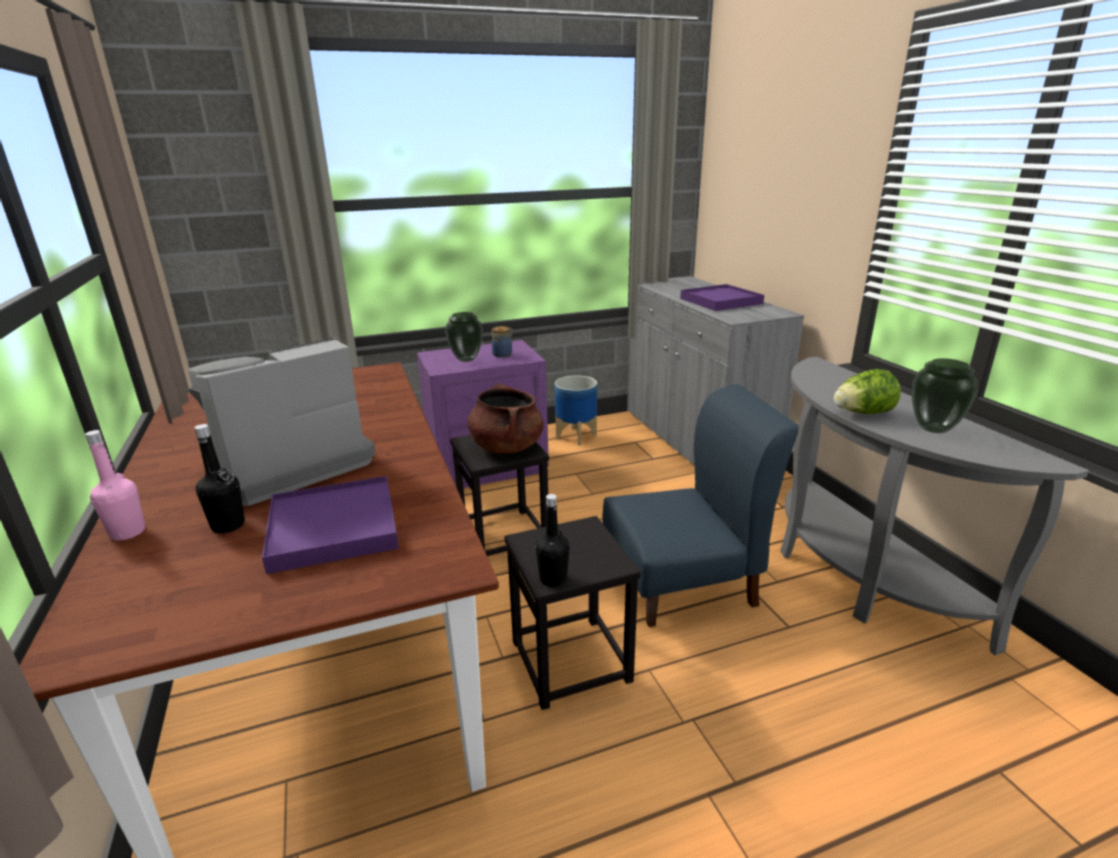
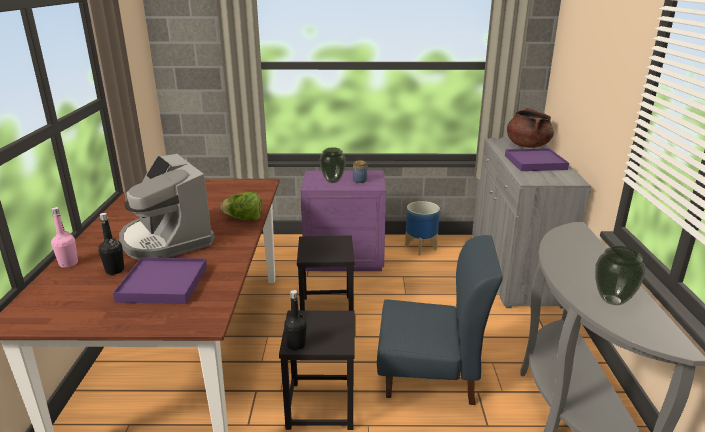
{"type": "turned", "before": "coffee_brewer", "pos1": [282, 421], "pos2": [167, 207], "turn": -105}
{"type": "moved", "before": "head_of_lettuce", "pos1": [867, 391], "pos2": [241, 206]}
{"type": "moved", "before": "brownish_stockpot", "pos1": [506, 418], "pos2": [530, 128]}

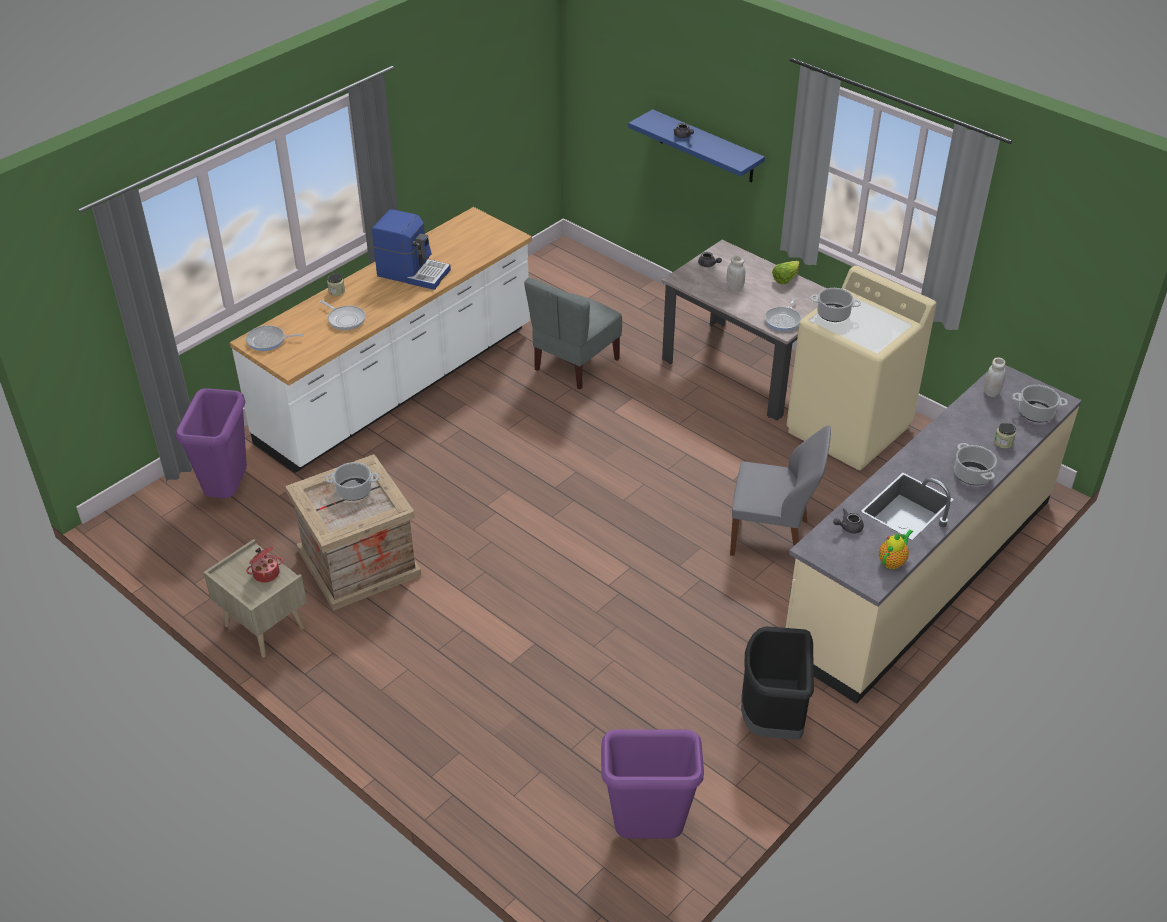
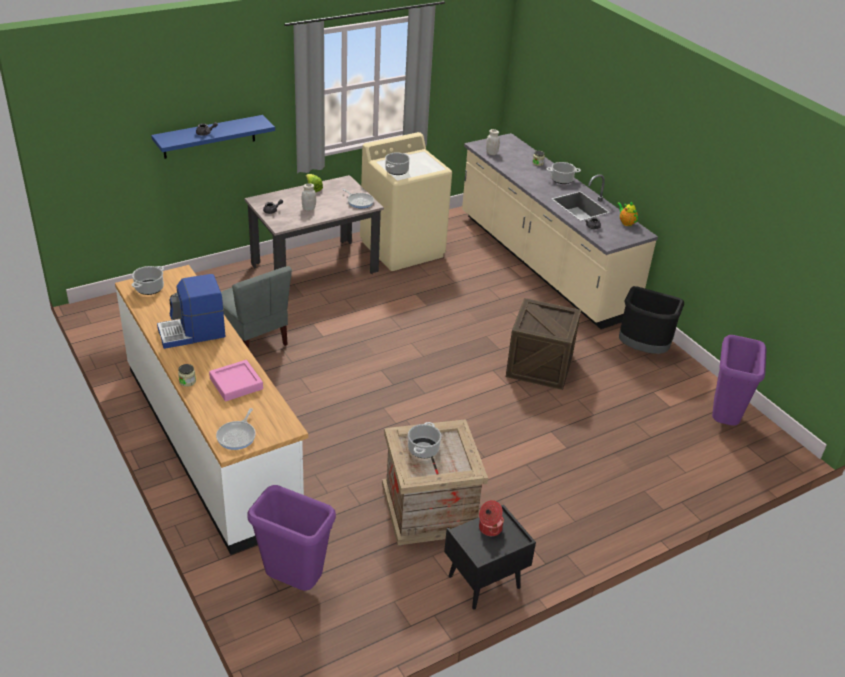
{"type": "moved", "before": "stockpot", "pos1": [1040, 403], "pos2": [148, 280]}
{"type": "turned", "before": "coffee_brewer", "pos1": [411, 249], "pos2": [191, 311], "turn": -150}
{"type": "replaced", "before": "pan", "after": "pinkish_carrying_tray", "pos1": [342, 315], "pos2": [236, 380]}
{"type": "recoloured", "before": "sand-coloured_nightstand", "after": "black_nightstand", "pos1": [255, 598], "pos2": [490, 557]}
{"type": "added", "after": "packing_crate", "pos2": [543, 344]}
{"type": "removed", "before": "grey_chair", "pos1": [780, 490]}

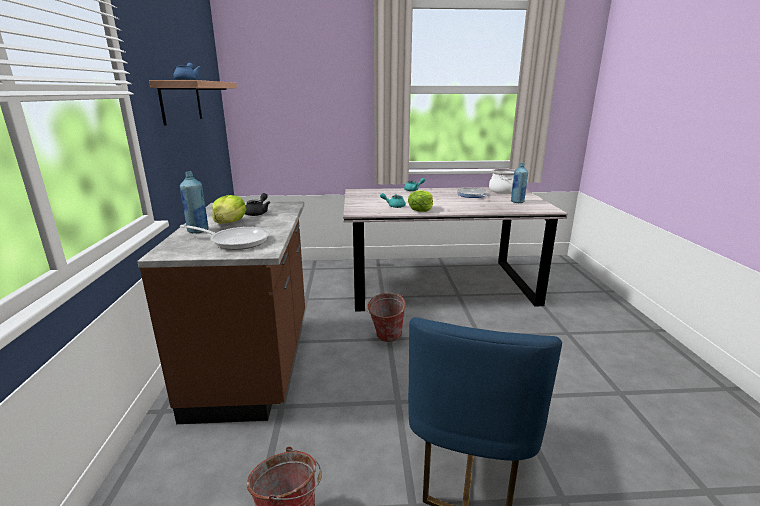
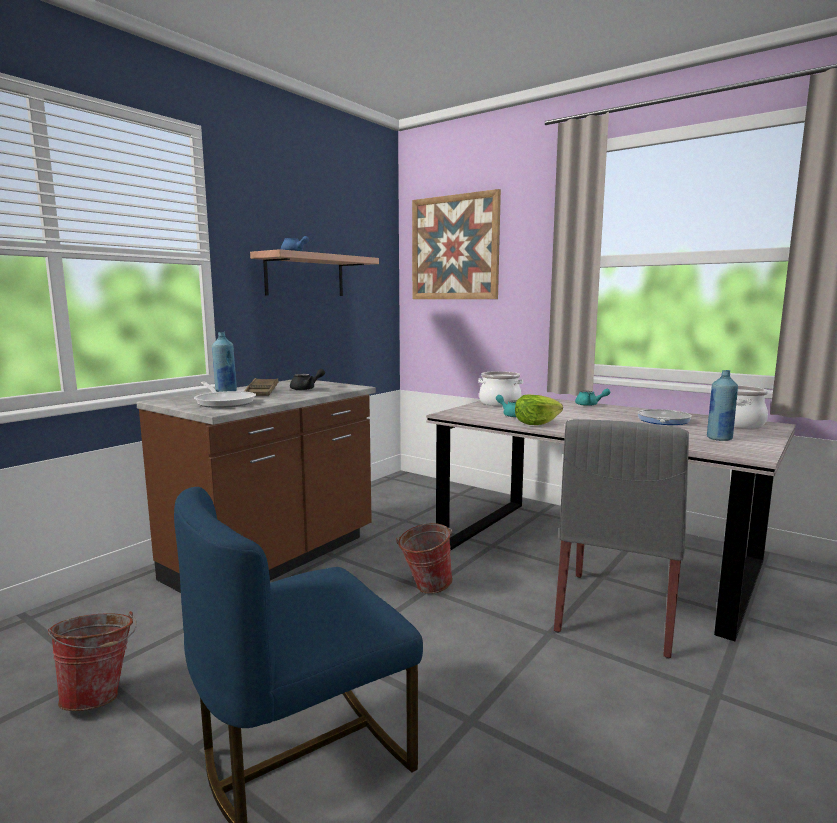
{"type": "replaced", "before": "head_of_lettuce", "after": "brownish_carrying_tray", "pos1": [229, 209], "pos2": [261, 387]}
{"type": "added", "after": "wall_picture", "pos2": [456, 244]}
{"type": "added", "after": "stockpot", "pos2": [500, 388]}
{"type": "added", "after": "grey_chair", "pos2": [621, 539]}

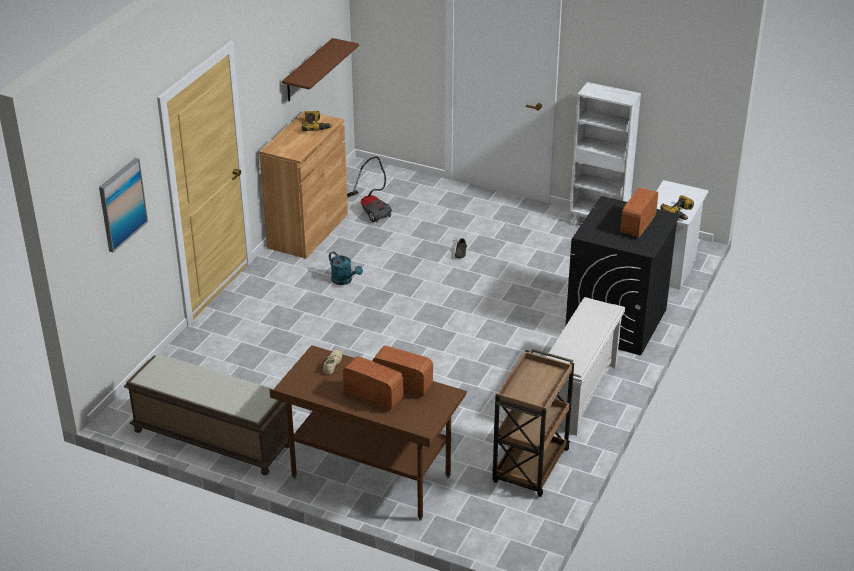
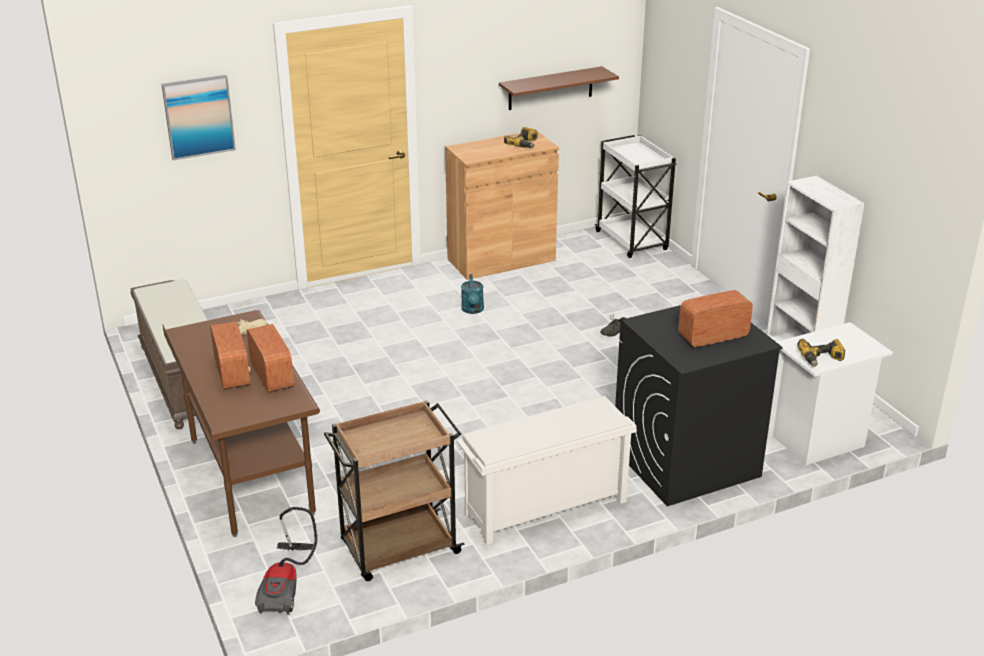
{"type": "moved", "before": "vacuum", "pos1": [369, 190], "pos2": [286, 561]}
{"type": "added", "after": "white_trolley", "pos2": [636, 196]}

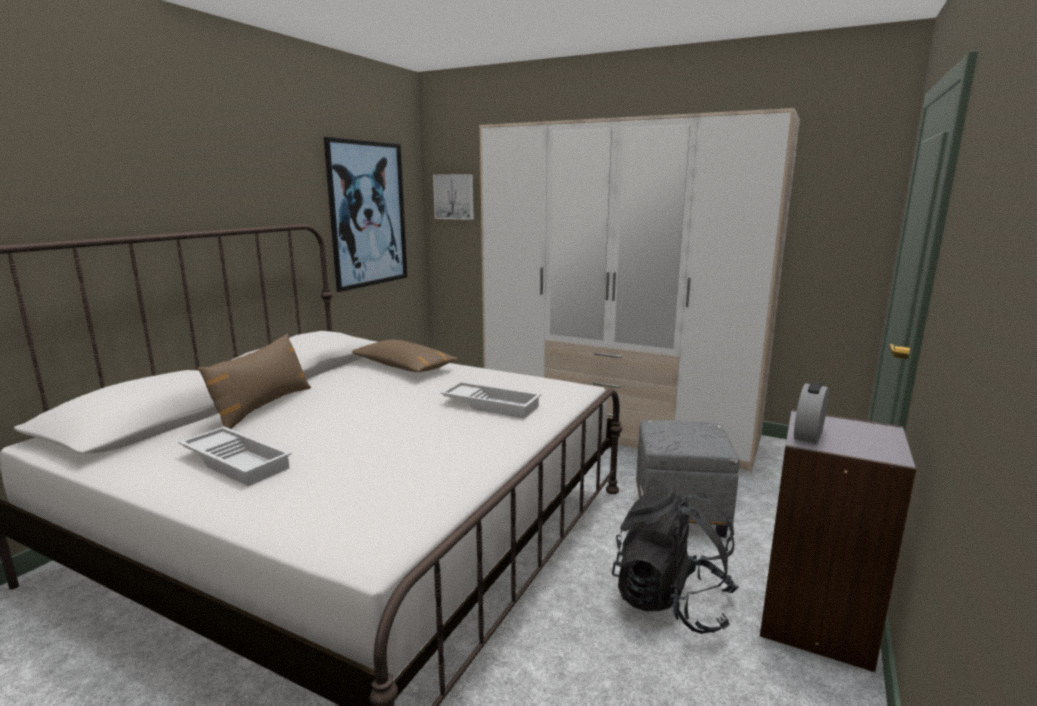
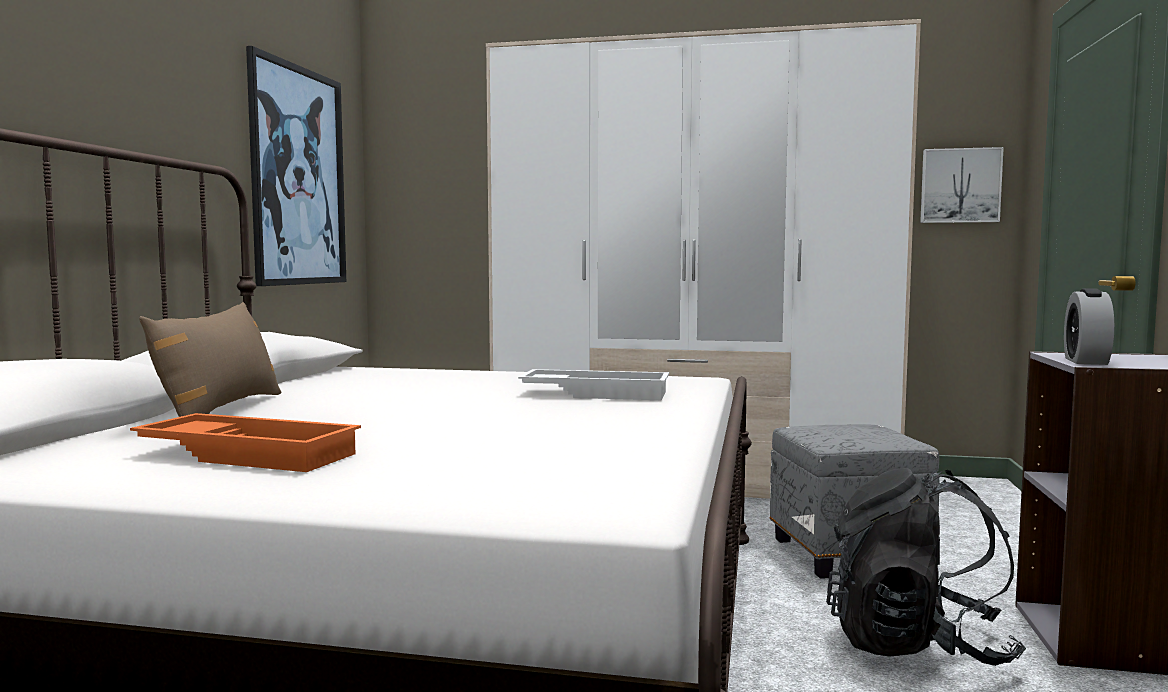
{"type": "recoloured", "before": "white_carrying_tray", "after": "orange_carrying_tray", "pos1": [235, 456], "pos2": [245, 442]}
{"type": "moved", "before": "wall_picture", "pos1": [453, 197], "pos2": [962, 185]}
{"type": "removed", "before": "brownish_pillow", "pos1": [405, 356]}

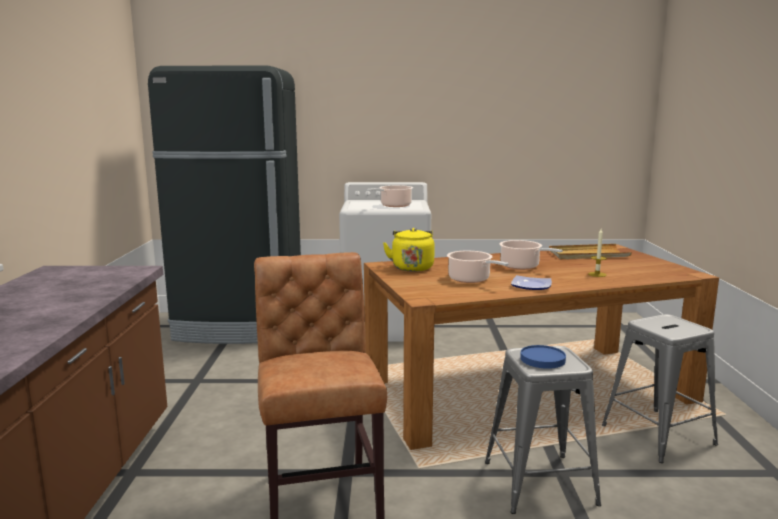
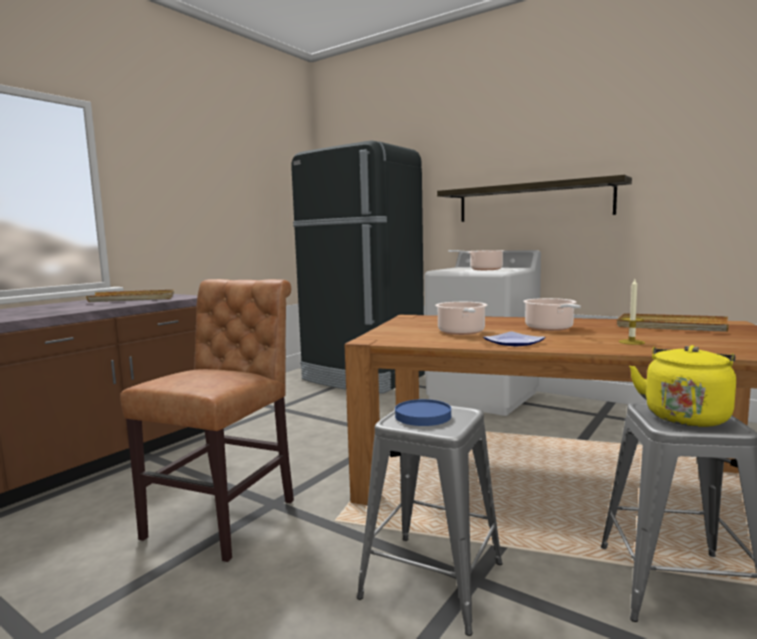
{"type": "added", "after": "sand-coloured_carrying_tray", "pos2": [130, 296]}
{"type": "added", "after": "shelf", "pos2": [534, 198]}
{"type": "moved", "before": "yellowish_water_kettle", "pos1": [409, 250], "pos2": [682, 386]}

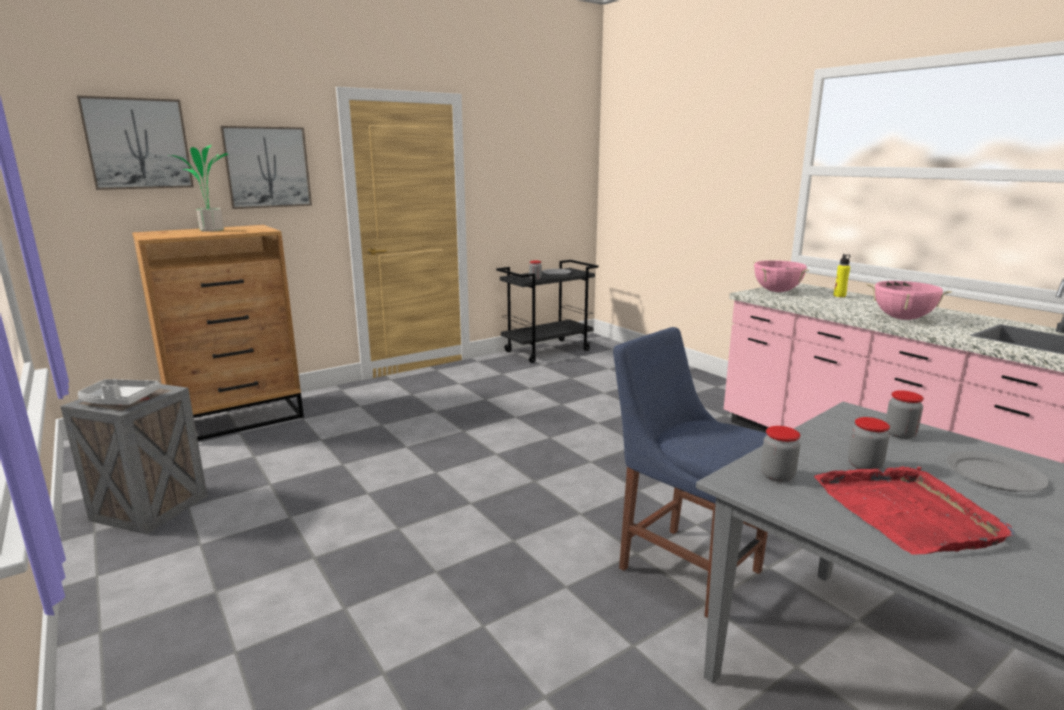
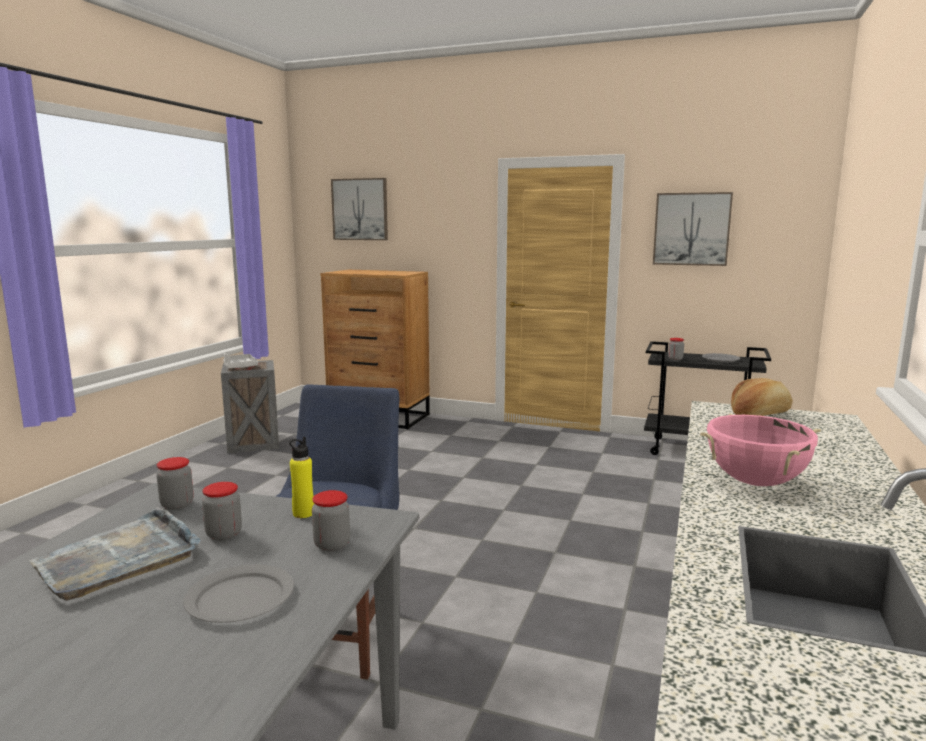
{"type": "recoloured", "before": "red-coloured_carrying_tray", "after": "grey_carrying_tray", "pos1": [914, 510], "pos2": [115, 554]}
{"type": "moved", "before": "yellowish_beverage_bottle", "pos1": [842, 275], "pos2": [301, 477]}
{"type": "moved", "before": "wall_picture", "pos1": [266, 167], "pos2": [693, 229]}
{"type": "replaced", "before": "pinkish_stockpot", "after": "bread", "pos1": [781, 276], "pos2": [762, 397]}
{"type": "removed", "before": "plant_in_a_pot", "pos1": [198, 188]}

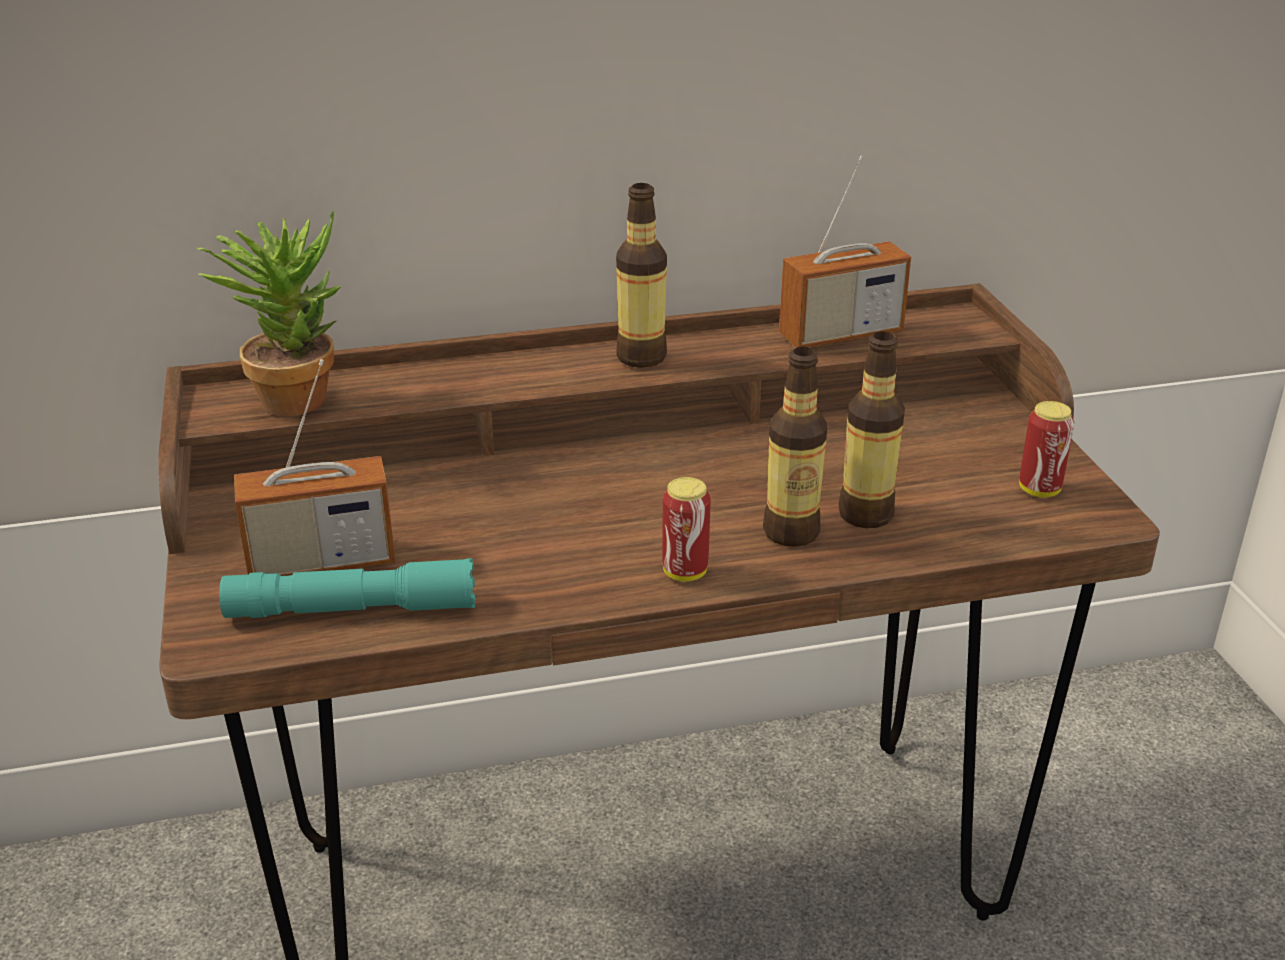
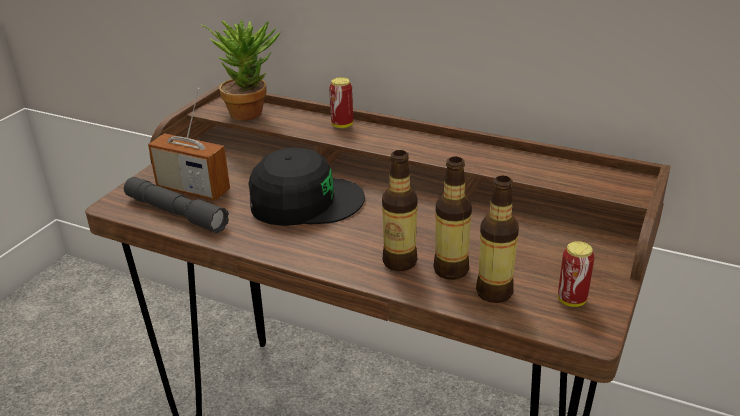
{"type": "recoloured", "before": "turquoise_hand_torch", "after": "grey_hand_torch", "pos1": [347, 588], "pos2": [176, 205]}
{"type": "added", "after": "black_cap", "pos2": [306, 187]}
{"type": "moved", "before": "sealed_can", "pos1": [686, 529], "pos2": [341, 102]}
{"type": "moved", "before": "beverage_bottle", "pos1": [641, 275], "pos2": [497, 239]}
{"type": "removed", "before": "radio_set", "pos1": [845, 252]}

